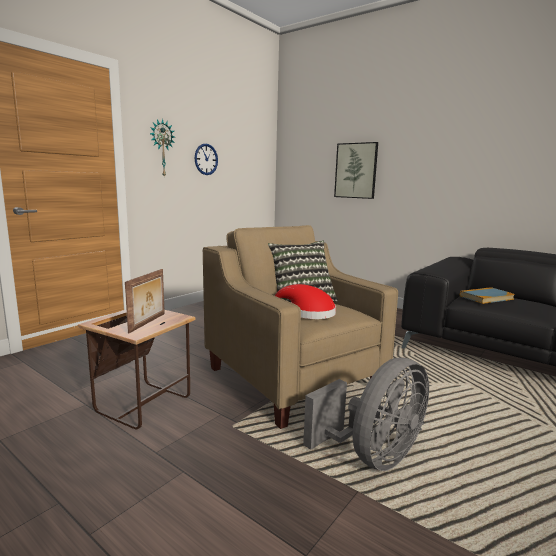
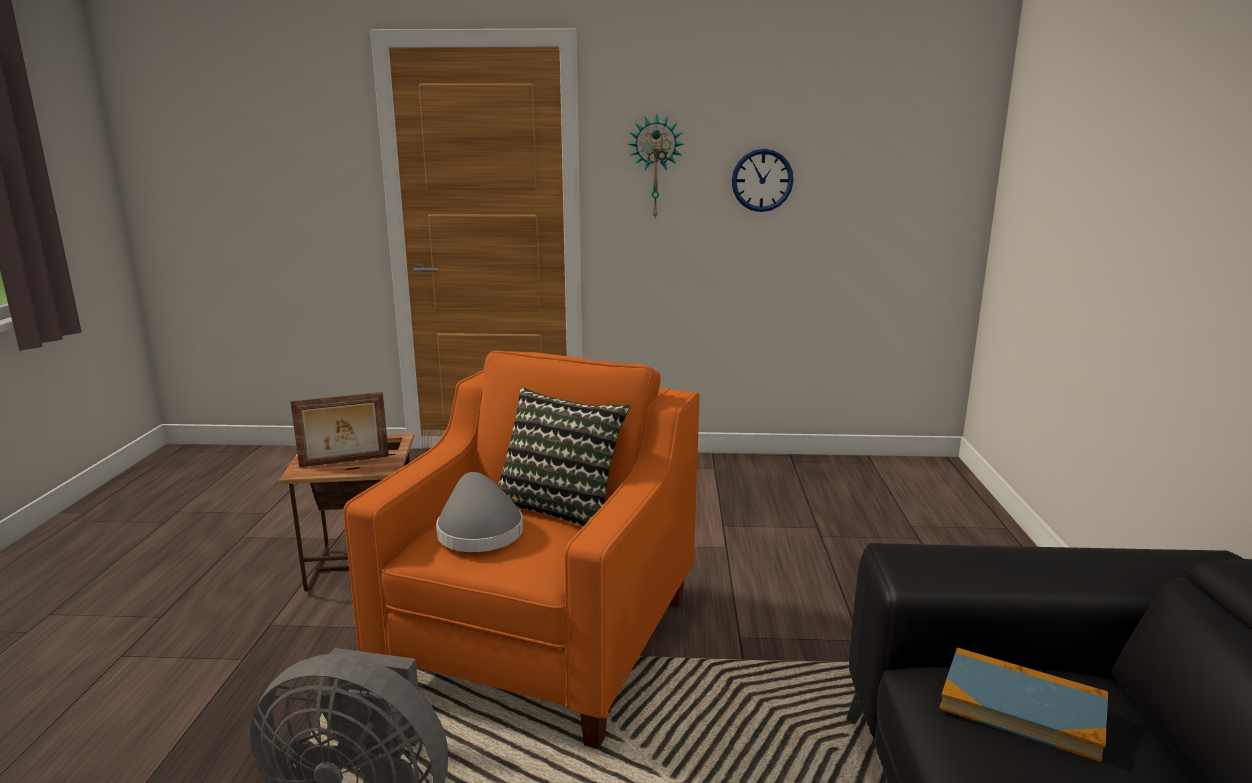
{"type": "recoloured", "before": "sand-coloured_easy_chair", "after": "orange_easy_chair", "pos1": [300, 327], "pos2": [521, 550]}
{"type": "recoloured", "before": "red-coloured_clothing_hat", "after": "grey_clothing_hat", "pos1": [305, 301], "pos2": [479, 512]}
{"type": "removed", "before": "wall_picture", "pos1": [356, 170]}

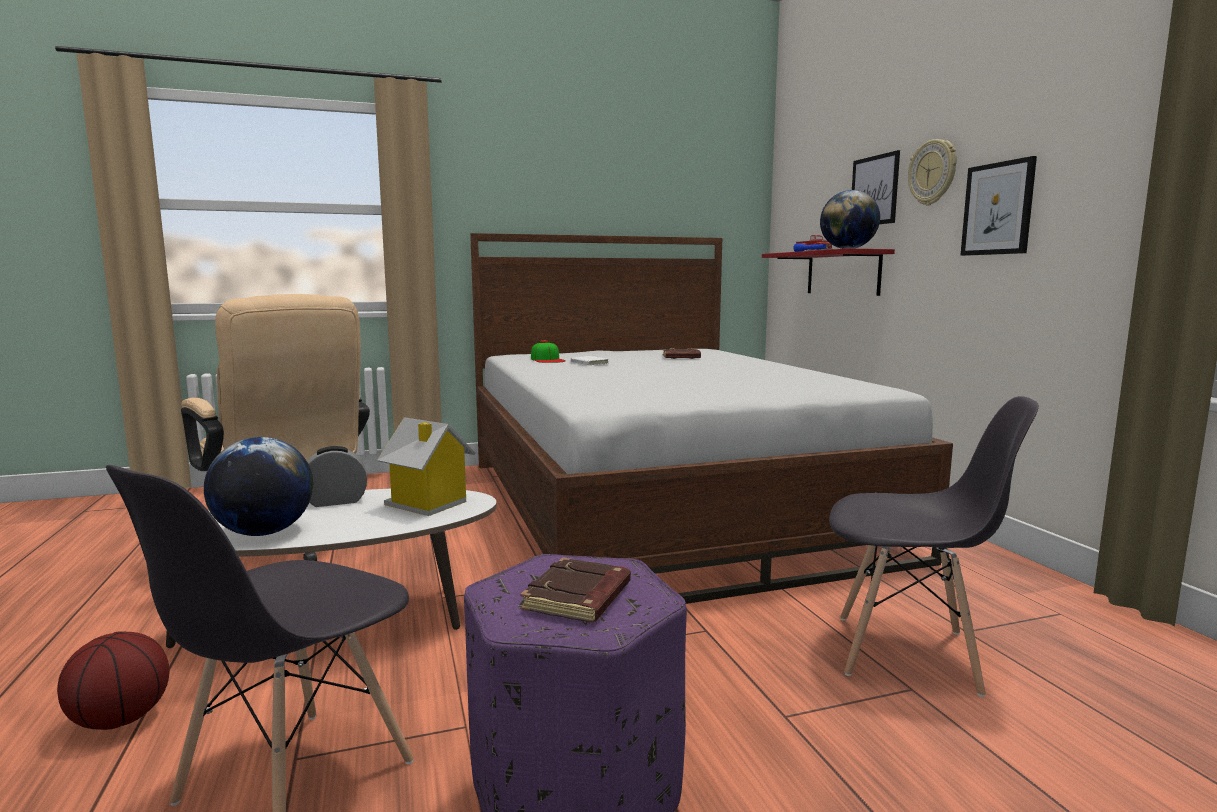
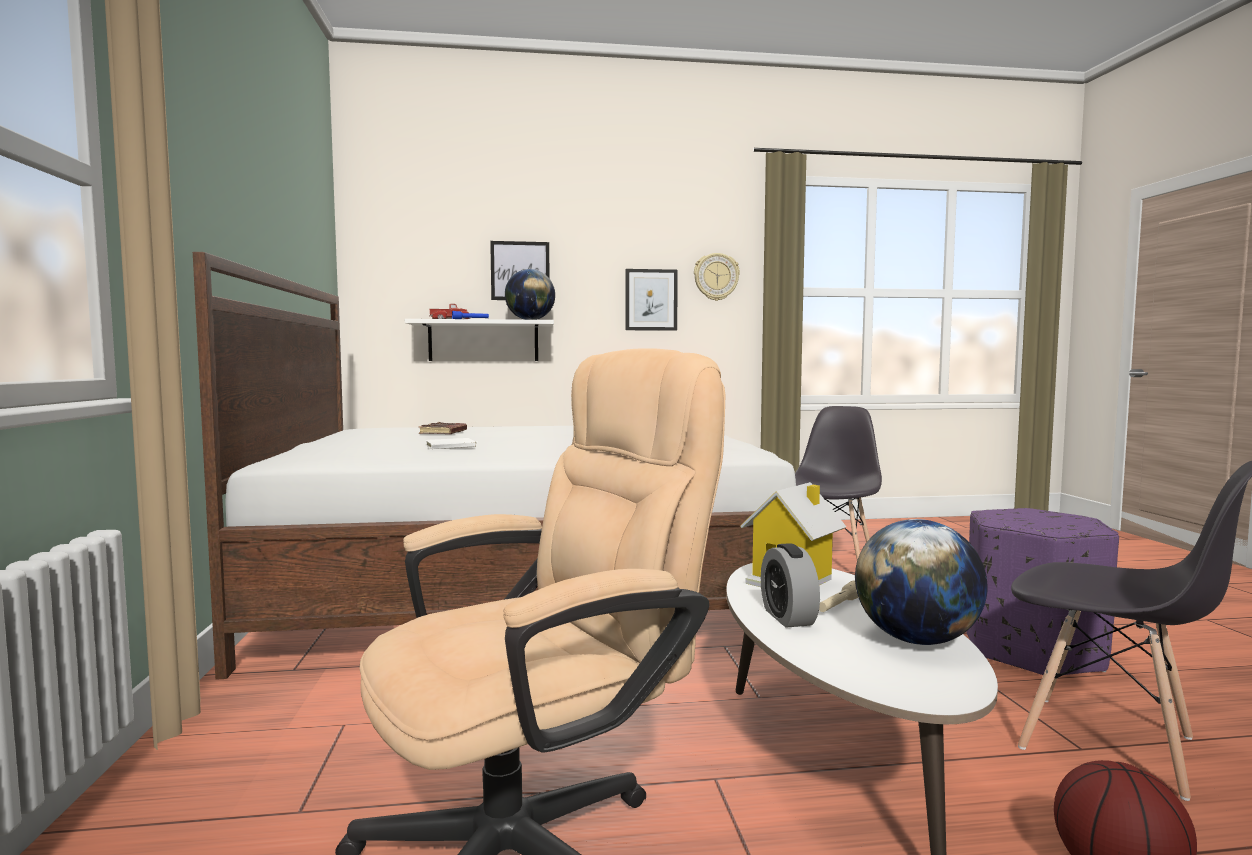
{"type": "recoloured", "before": "red-coloured_shelf", "after": "white_shelf", "pos1": [828, 272], "pos2": [479, 340]}
{"type": "moved", "before": "hanging_clock", "pos1": [932, 172], "pos2": [717, 277]}
{"type": "added", "after": "sand-coloured_hand_torch", "pos2": [839, 596]}
{"type": "removed", "before": "brownish_book", "pos1": [575, 589]}
{"type": "removed", "before": "cap", "pos1": [548, 351]}

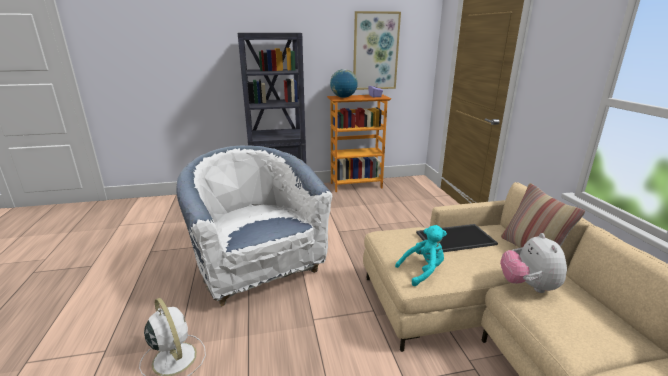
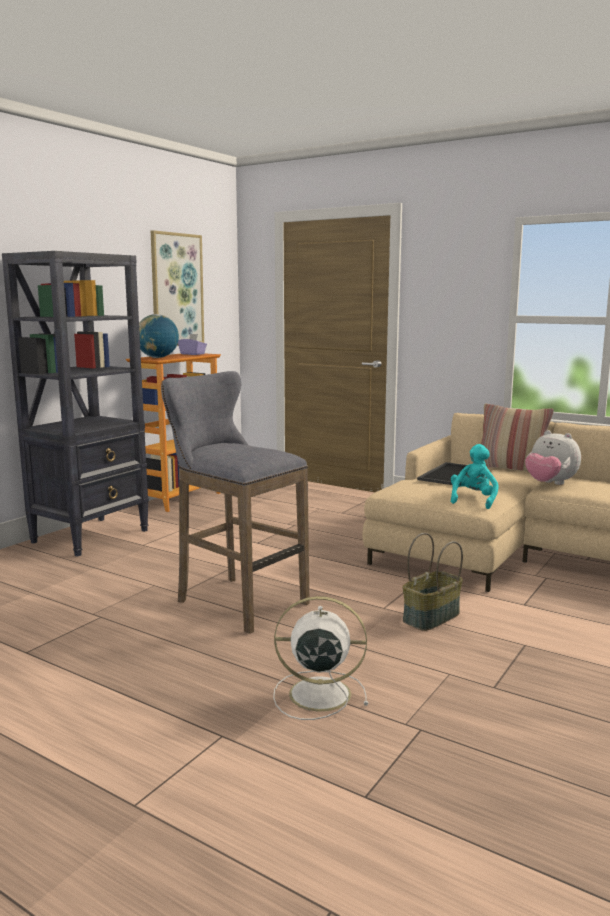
{"type": "replaced", "before": "white_easy_chair", "after": "grey_sitting_stool", "pos1": [254, 226], "pos2": [235, 502]}
{"type": "added", "after": "storage_basket", "pos2": [433, 582]}

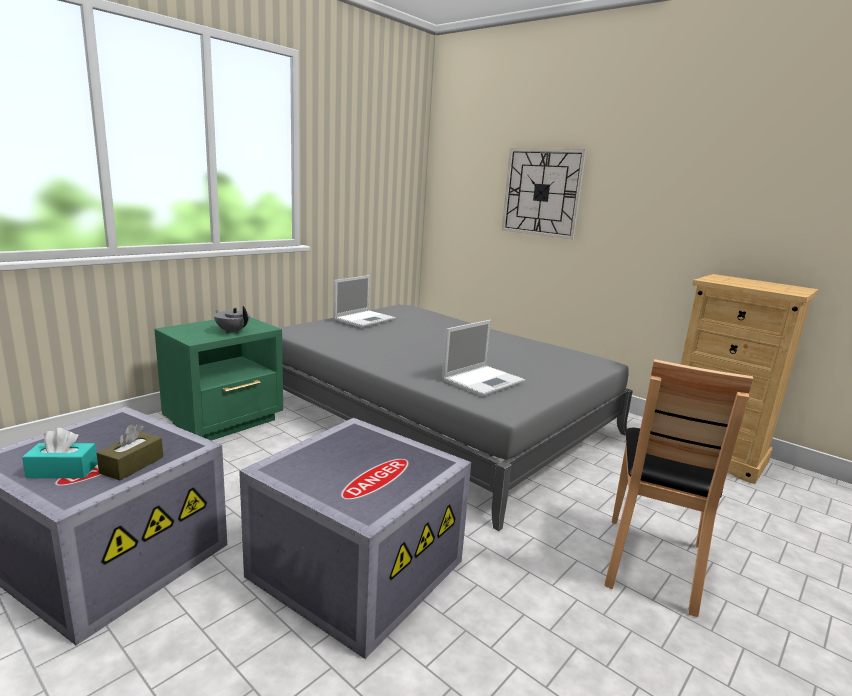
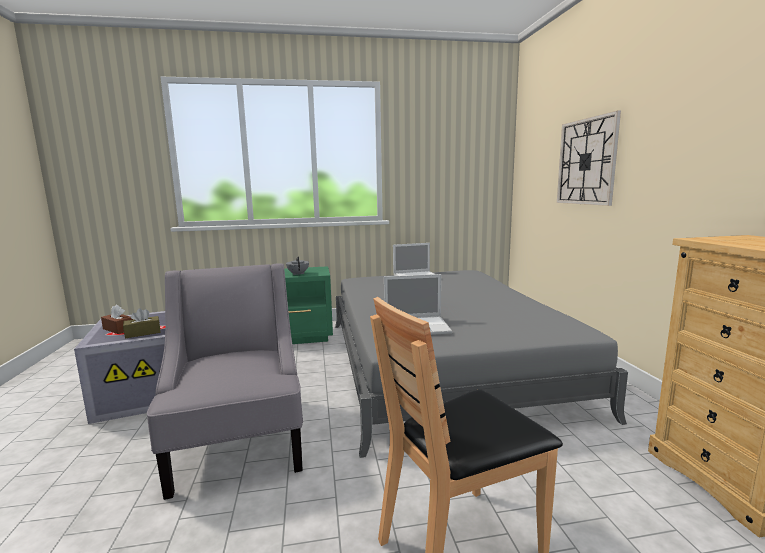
{"type": "recoloured", "before": "turquoise_tissue_holder", "after": "brownish_tissue_holder", "pos1": [60, 453], "pos2": [117, 319]}
{"type": "replaced", "before": "grey_storage_container", "after": "grey_easy_chair", "pos1": [355, 538], "pos2": [225, 381]}

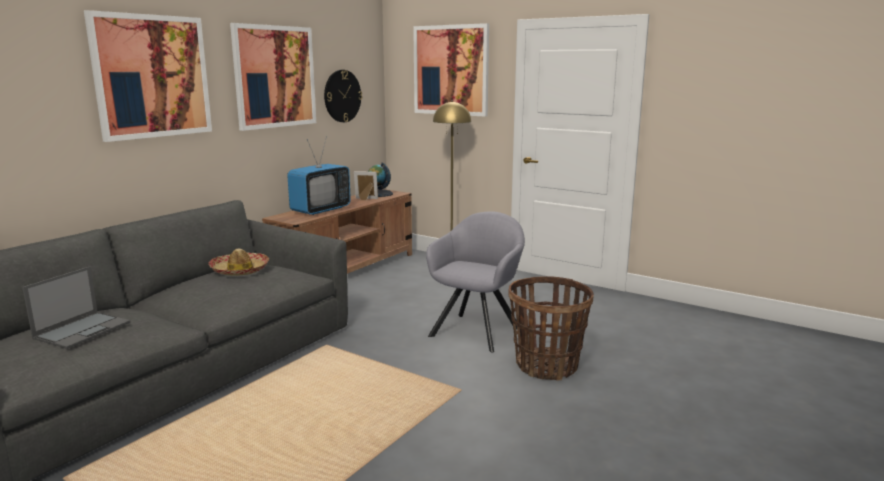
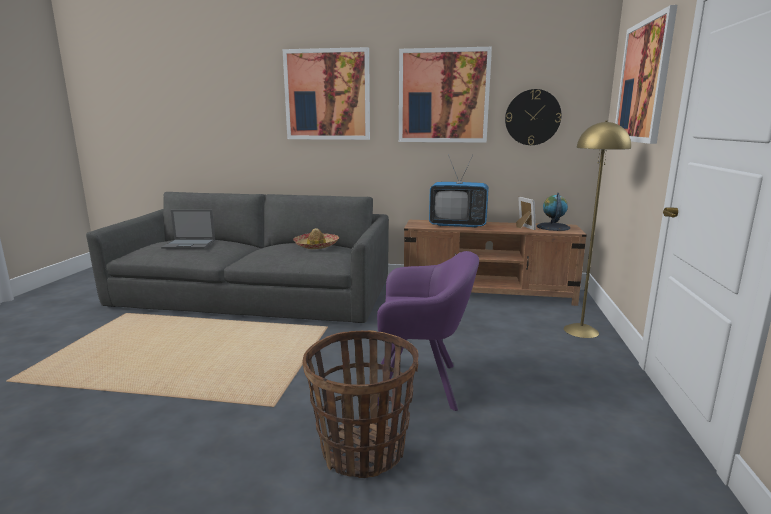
{"type": "recoloured", "before": "grey_easy_chair", "after": "purplish_easy_chair", "pos1": [475, 282], "pos2": [428, 331]}

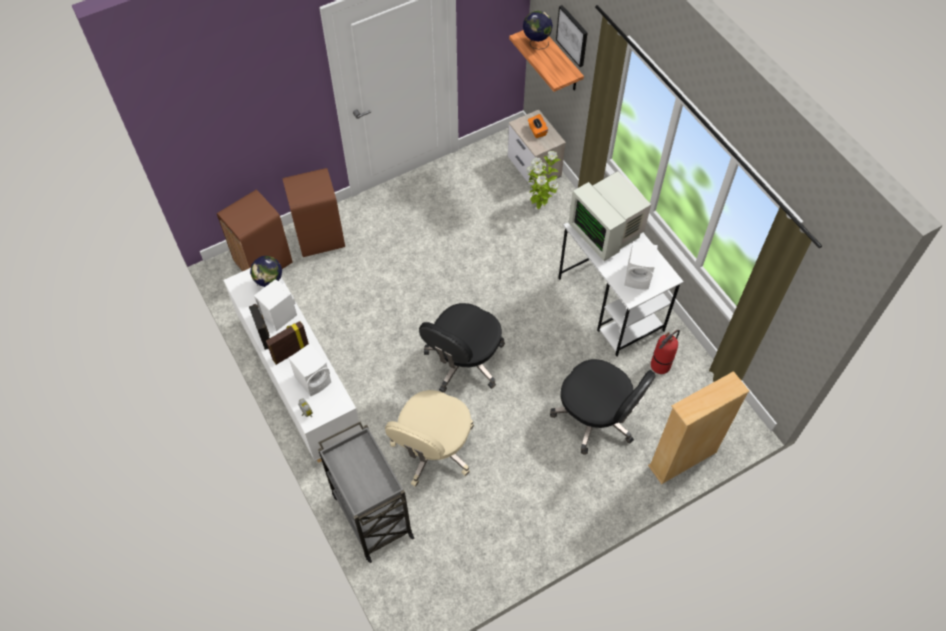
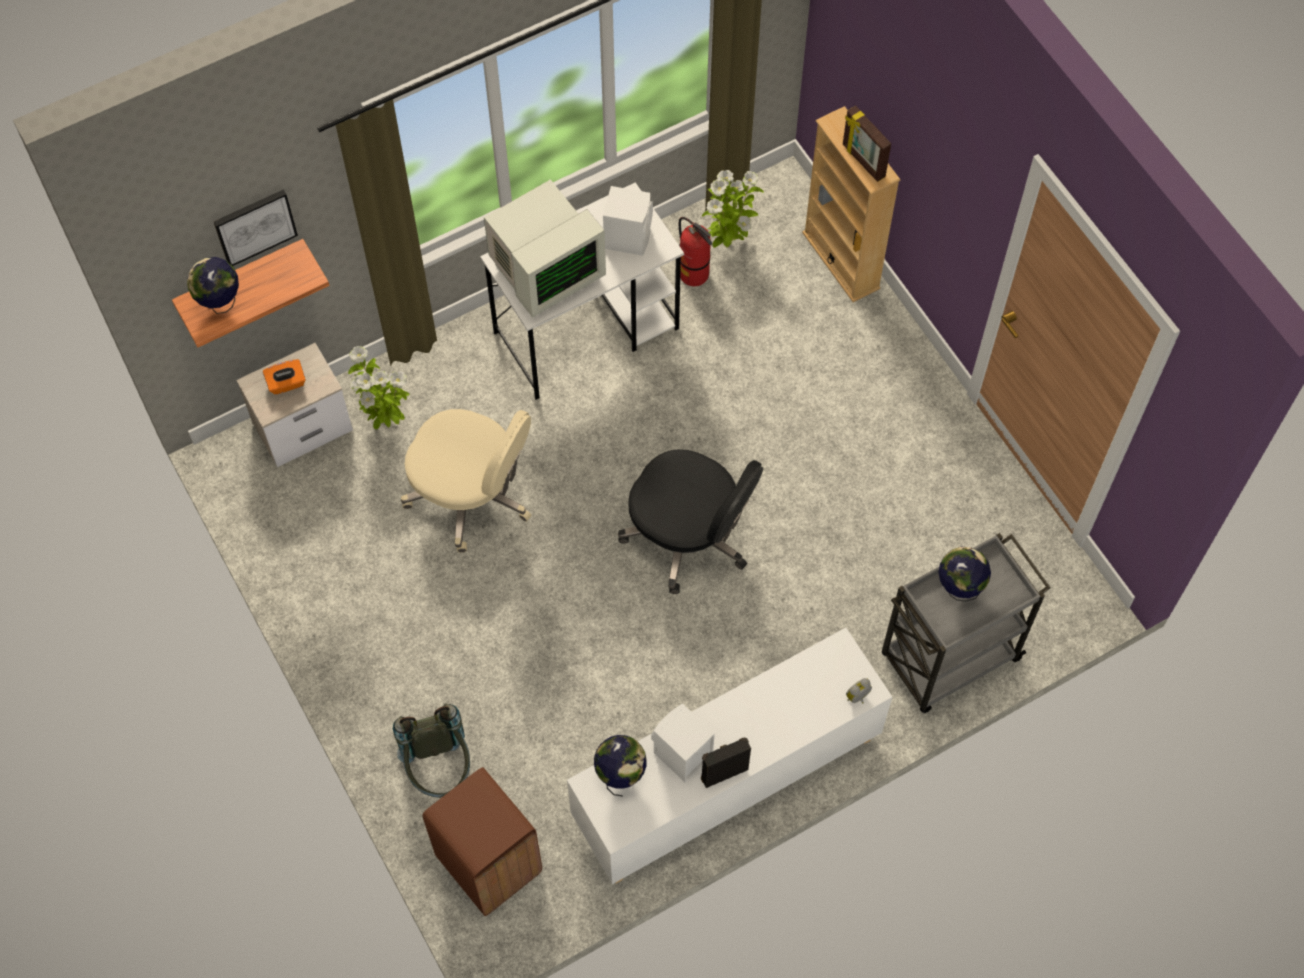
{"type": "replaced", "before": "brownish_trash_can", "after": "grey_backpack", "pos1": [313, 212], "pos2": [431, 751]}
{"type": "moved", "before": "sand-coloured_office_chair", "pos1": [429, 438], "pos2": [466, 481]}
{"type": "added", "after": "plant_in_a_pot", "pos2": [733, 209]}
{"type": "moved", "before": "standing_frame", "pos1": [287, 343], "pos2": [867, 144]}
{"type": "added", "after": "world_globe", "pos2": [964, 574]}
{"type": "removed", "before": "white_speaker", "pos1": [310, 370]}
{"type": "removed", "before": "black_office_chair", "pos1": [603, 407]}

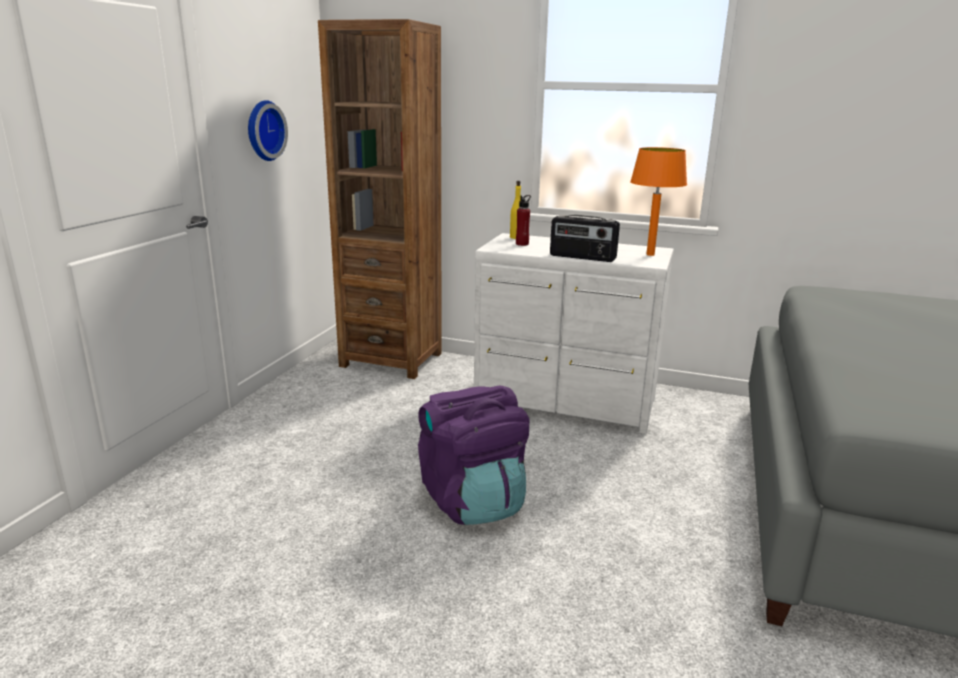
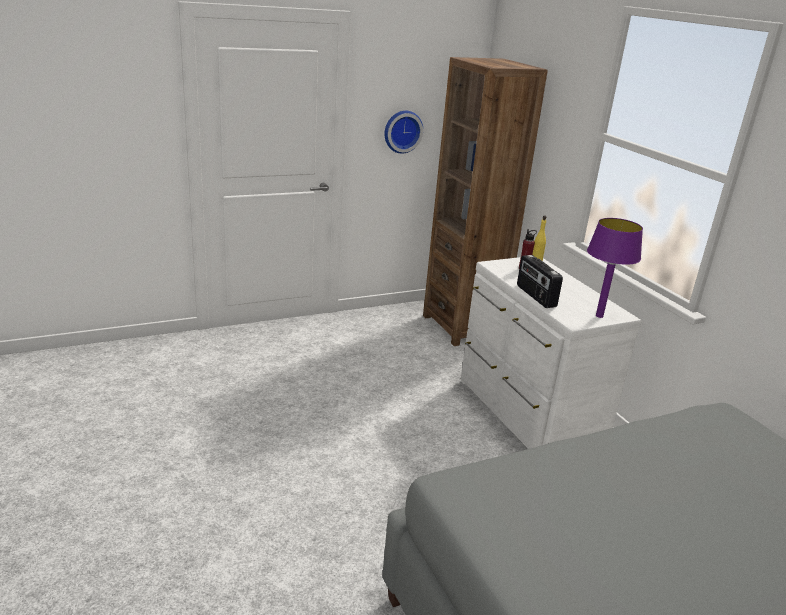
{"type": "recoloured", "before": "orange_table_lamp", "after": "purplish_table_lamp", "pos1": [658, 201], "pos2": [615, 268]}
{"type": "removed", "before": "purplish_backpack", "pos1": [473, 455]}

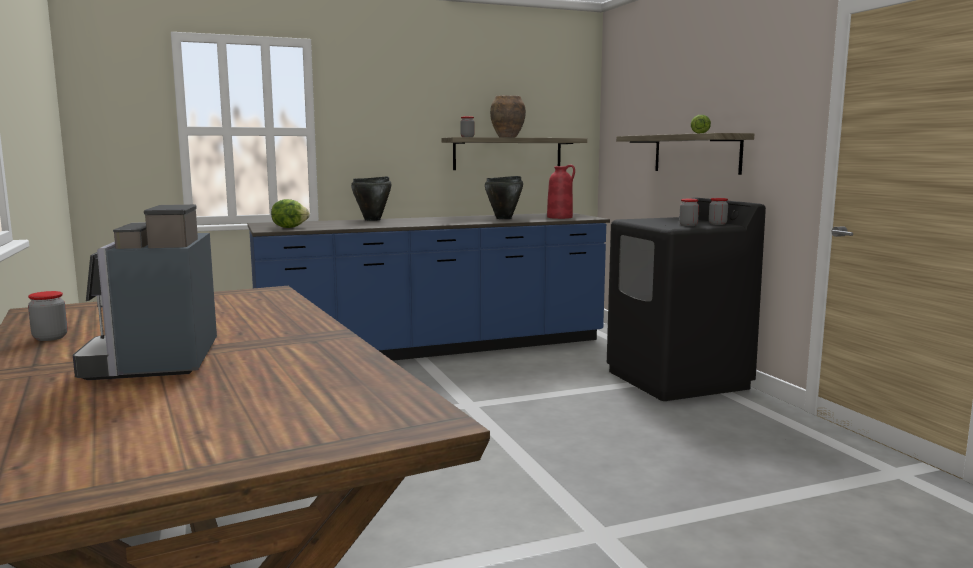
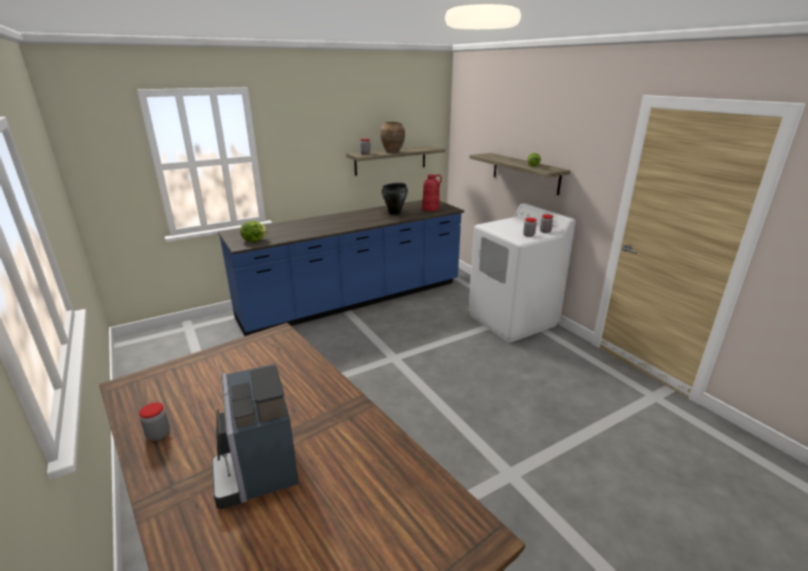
{"type": "recoloured", "before": "black_laundry_appliance", "after": "white_laundry_appliance", "pos1": [686, 299], "pos2": [522, 273]}
{"type": "removed", "before": "black_stockpot", "pos1": [371, 198]}

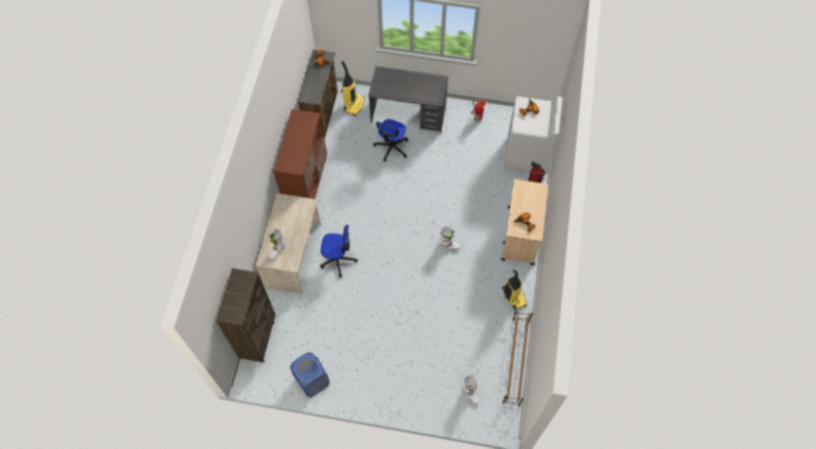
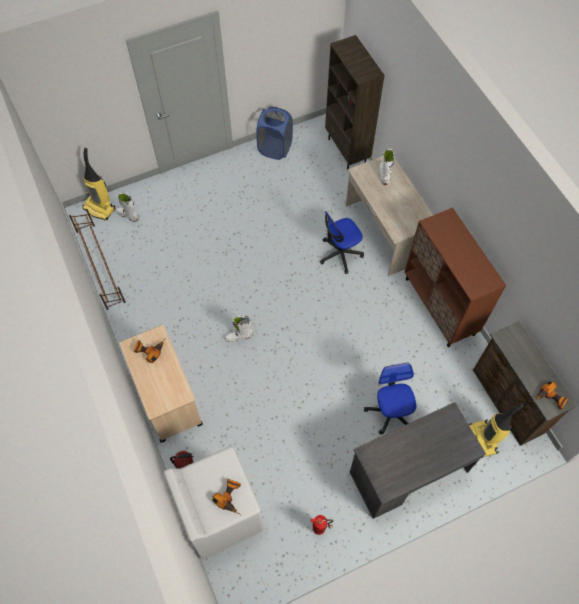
{"type": "moved", "before": "vacuum", "pos1": [514, 290], "pos2": [99, 184]}

